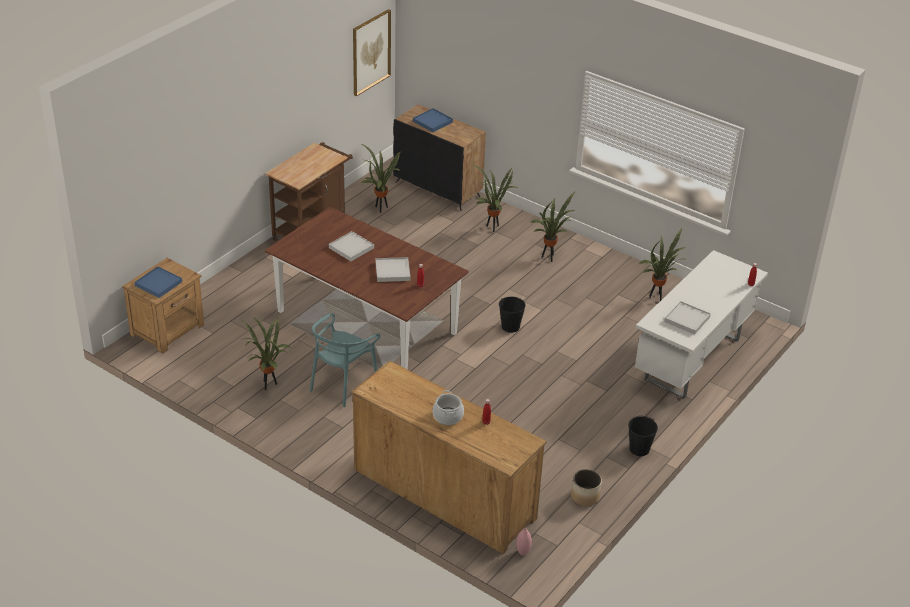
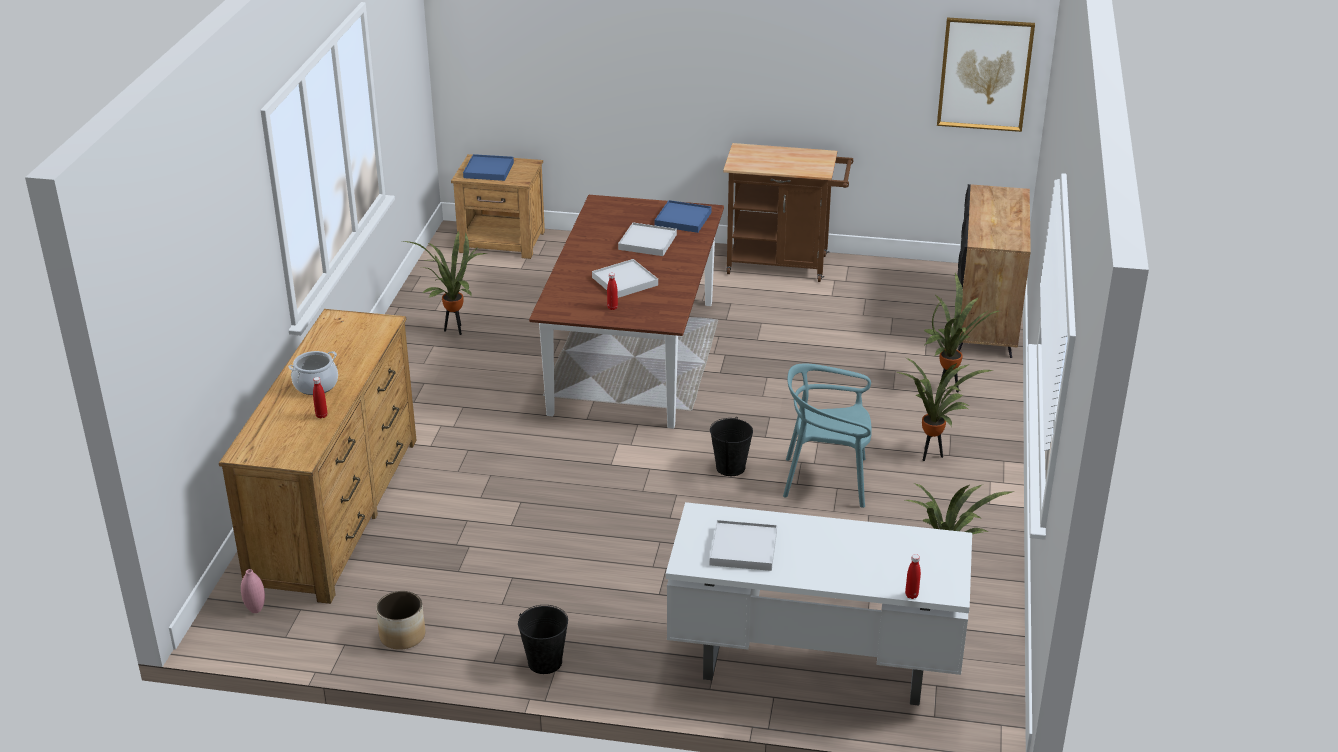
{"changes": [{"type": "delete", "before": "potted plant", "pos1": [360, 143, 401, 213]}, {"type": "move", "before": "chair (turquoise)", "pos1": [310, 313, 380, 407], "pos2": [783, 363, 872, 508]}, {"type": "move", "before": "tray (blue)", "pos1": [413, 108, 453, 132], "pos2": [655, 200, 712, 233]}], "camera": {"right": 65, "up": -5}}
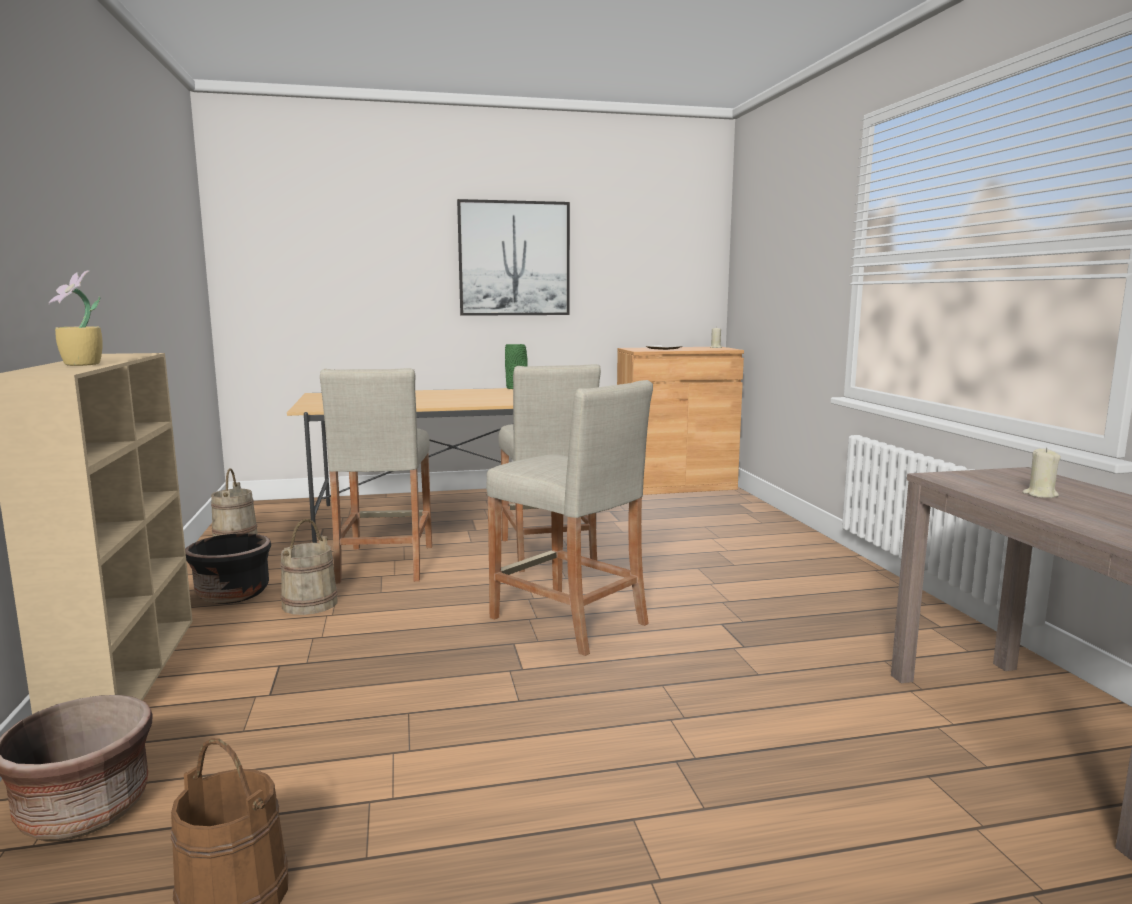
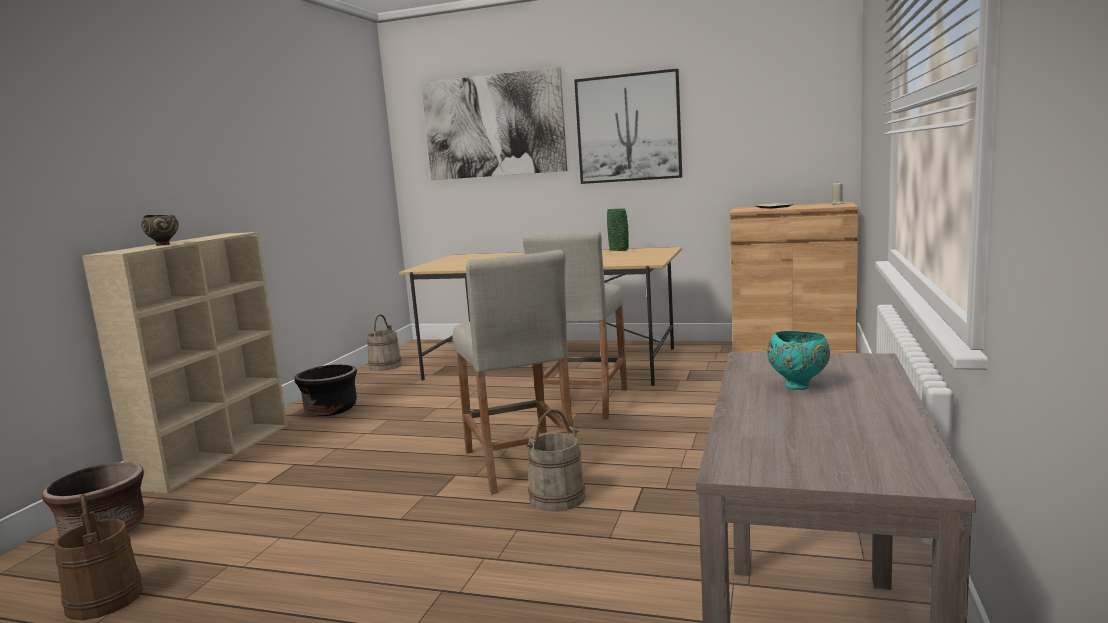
{"changes": [{"type": "delete", "before": "stool (beige)", "pos1": [320, 368, 432, 584]}, {"type": "insert", "after": "picture", "pos2": [421, 67, 567, 180]}, {"type": "move", "before": "bucket (beige)", "pos1": [280, 519, 338, 615], "pos2": [526, 409, 586, 512]}, {"type": "replace", "before": "potted plant", "after": "bowl (brown)", "pos1": [48, 270, 103, 366], "pos2": [141, 215, 179, 246]}, {"type": "replace", "before": "candle (beige)", "after": "bowl (turquoise)", "pos1": [1022, 448, 1061, 498], "pos2": [767, 331, 830, 390]}], "camera": {"right": 30, "up": 0}}
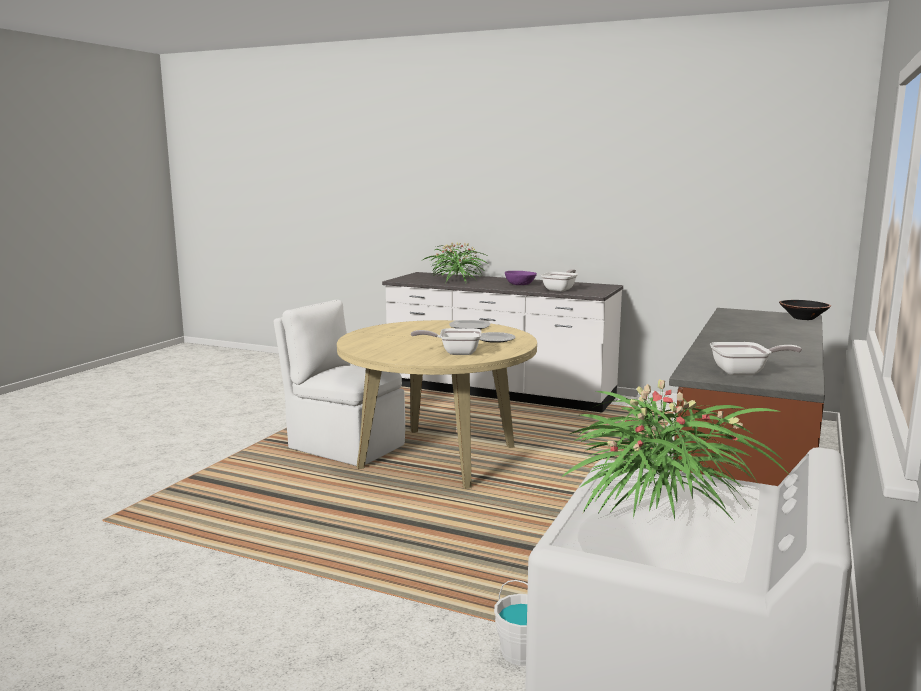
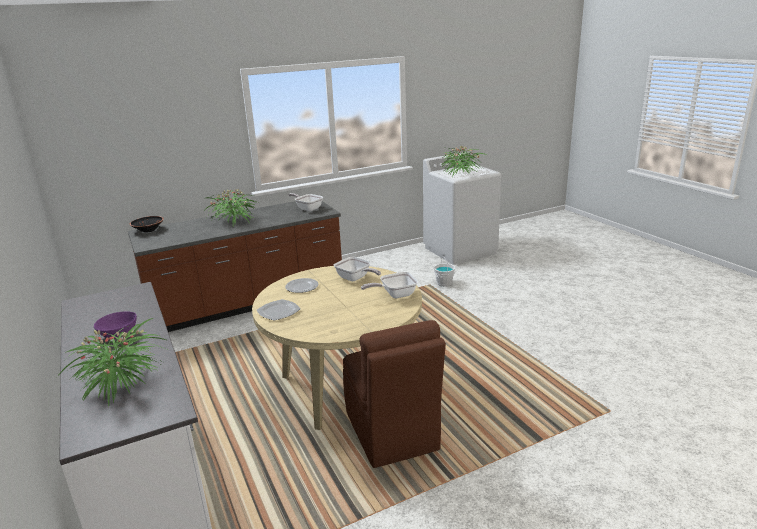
{"changes": [{"type": "insert", "after": "potted plant", "pos2": [203, 189, 258, 225]}, {"type": "move", "before": "frying pan", "pos1": [541, 269, 578, 292], "pos2": [361, 272, 418, 298]}, {"type": "recolor", "before": "chair (white)", "after": "chair (brown)", "pos1": [274, 300, 405, 466], "pos2": [343, 320, 446, 468]}], "camera": {"right": -140, "up": 10}}
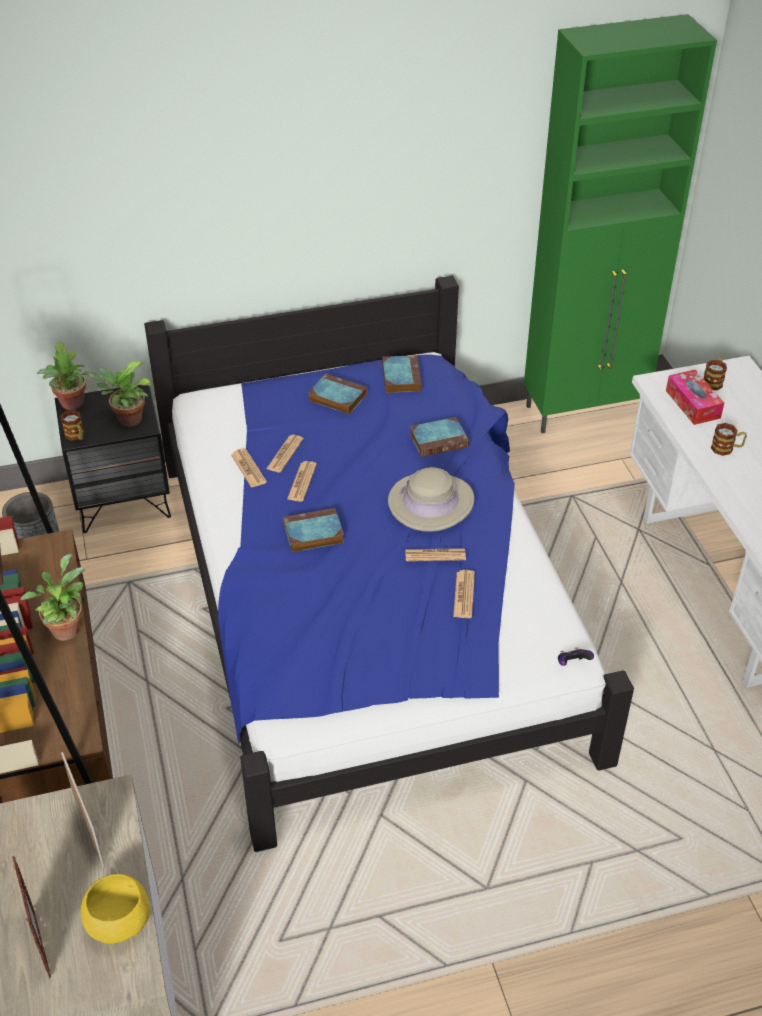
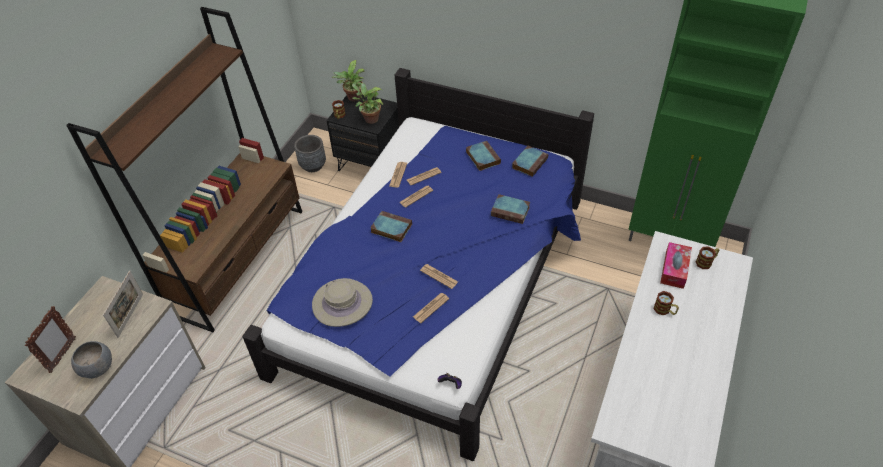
{"changes": [{"type": "delete", "before": "potted plant", "pos1": [21, 554, 85, 641]}, {"type": "move", "before": "hat (beige)", "pos1": [388, 467, 475, 532], "pos2": [312, 278, 373, 327]}, {"type": "recolor", "before": "bowl (yellow)", "after": "bowl (grey)", "pos1": [81, 874, 150, 944], "pos2": [71, 341, 112, 379]}], "camera": {"right": 40, "up": 5}}
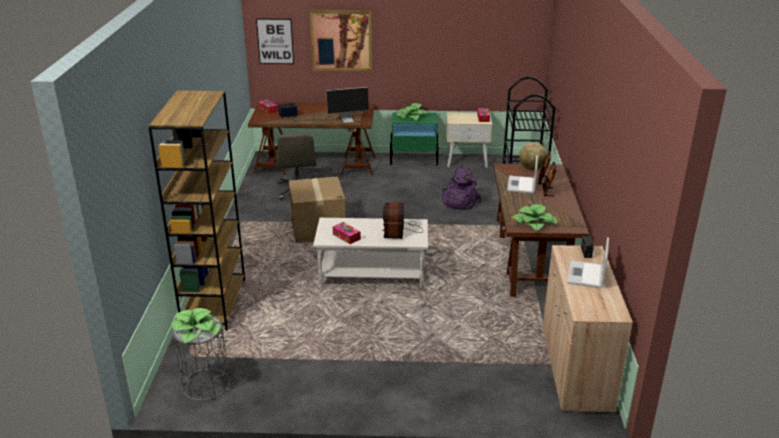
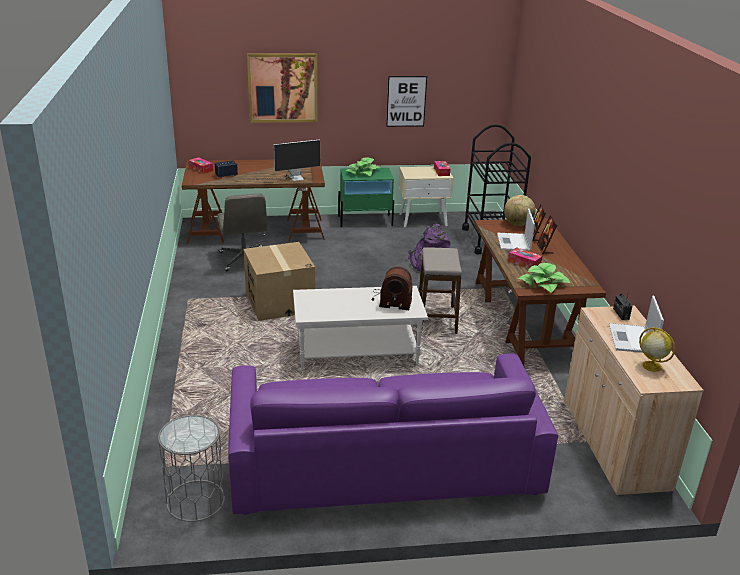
{"changes": [{"type": "delete", "before": "bookcase (brown)", "pos1": [148, 90, 245, 331]}, {"type": "delete", "before": "potted plant", "pos1": [171, 308, 220, 343]}, {"type": "insert", "after": "sofa (purple)", "pos2": [228, 354, 558, 515]}, {"type": "insert", "after": "stool", "pos2": [419, 247, 462, 334]}, {"type": "insert", "after": "globe", "pos2": [639, 327, 675, 372]}, {"type": "move", "before": "picture", "pos1": [256, 18, 294, 64], "pos2": [386, 76, 427, 127]}, {"type": "move", "before": "tissue box", "pos1": [333, 222, 361, 244], "pos2": [508, 247, 542, 268]}, {"type": "rotate", "before": "radio", "pos1": [382, 202, 423, 239], "pos2": [372, 267, 413, 310], "turn": -75}], "camera": {"right": -10, "up": 0}}
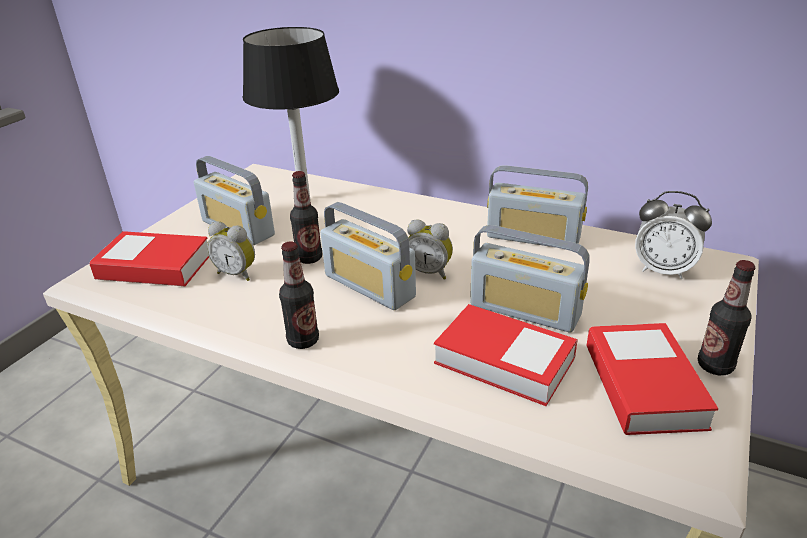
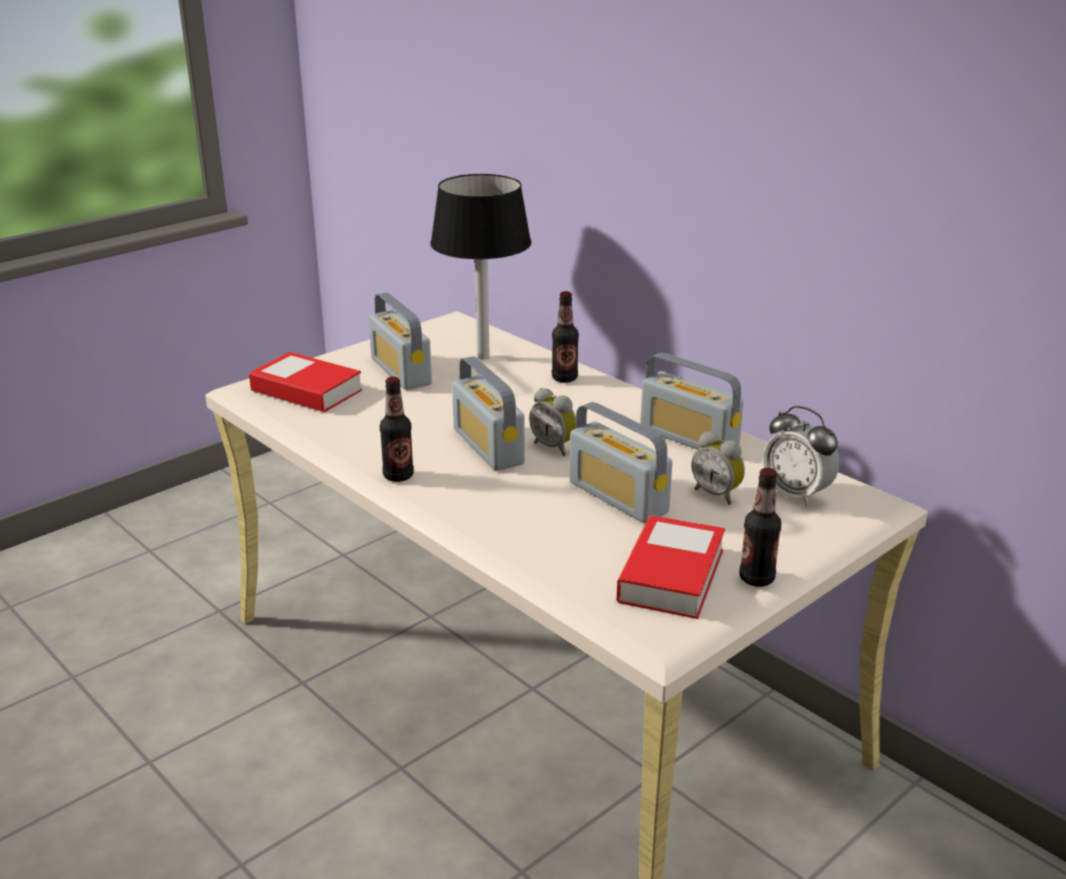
{"changes": [{"type": "delete", "before": "book", "pos1": [434, 304, 578, 406]}, {"type": "move", "before": "alarm clock", "pos1": [207, 221, 255, 281], "pos2": [692, 431, 745, 505]}, {"type": "move", "before": "bottle", "pos1": [290, 171, 322, 264], "pos2": [552, 291, 579, 383]}], "camera": {"right": 20, "up": -5}}
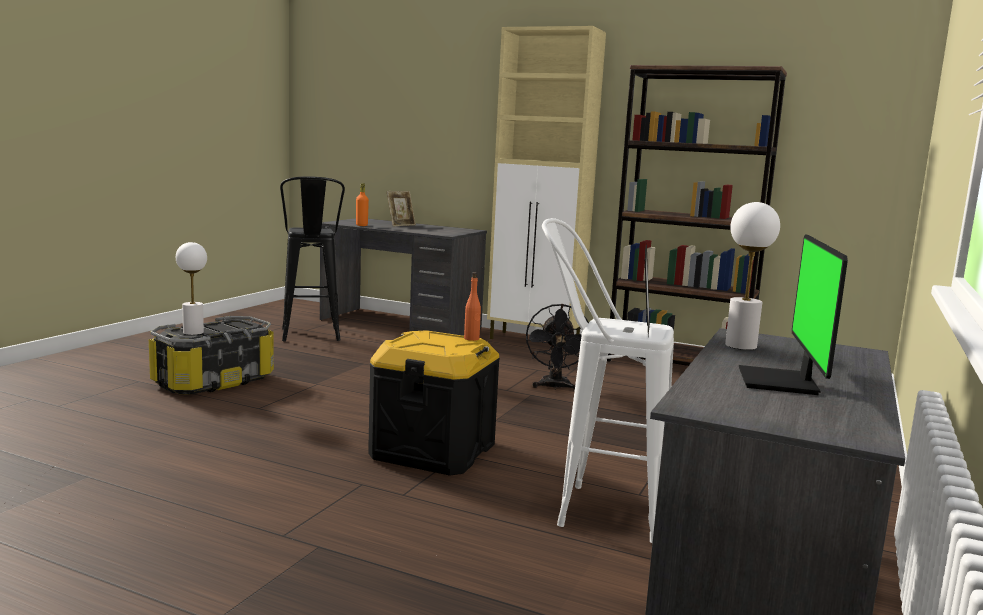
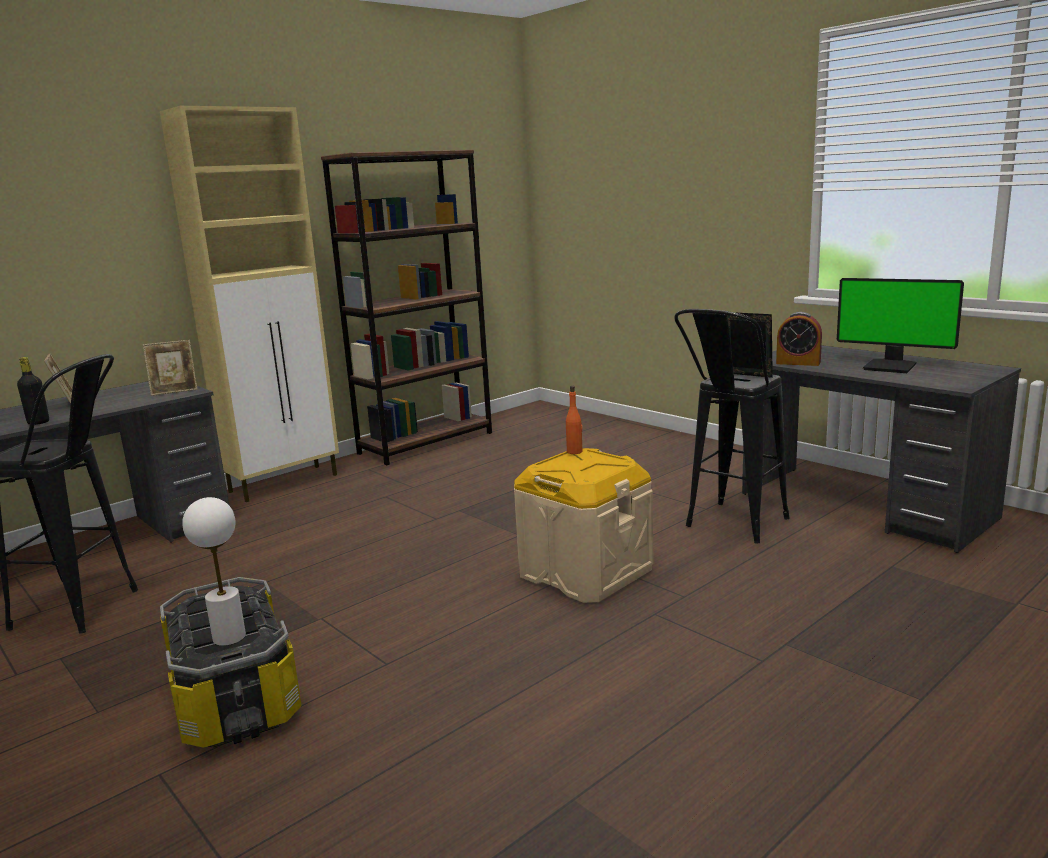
{"changes": [{"type": "delete", "before": "fan (black)", "pos1": [526, 304, 589, 391]}, {"type": "insert", "after": "picture frame", "pos2": [143, 340, 198, 396]}, {"type": "replace", "before": "table lamp (white)", "after": "alarm clock", "pos1": [725, 202, 780, 350], "pos2": [776, 312, 822, 366]}, {"type": "recolor", "before": "bottle (orange)", "after": "bottle (black)", "pos1": [356, 183, 369, 226], "pos2": [17, 357, 49, 425]}, {"type": "recolor", "before": "storage box (black)", "after": "storage box (beige)", "pos1": [368, 330, 500, 476], "pos2": [514, 448, 653, 603]}, {"type": "recolor", "before": "stool (white)", "after": "stool (black)", "pos1": [542, 218, 674, 543], "pos2": [674, 309, 789, 544]}], "camera": {"right": -65, "up": 5}}
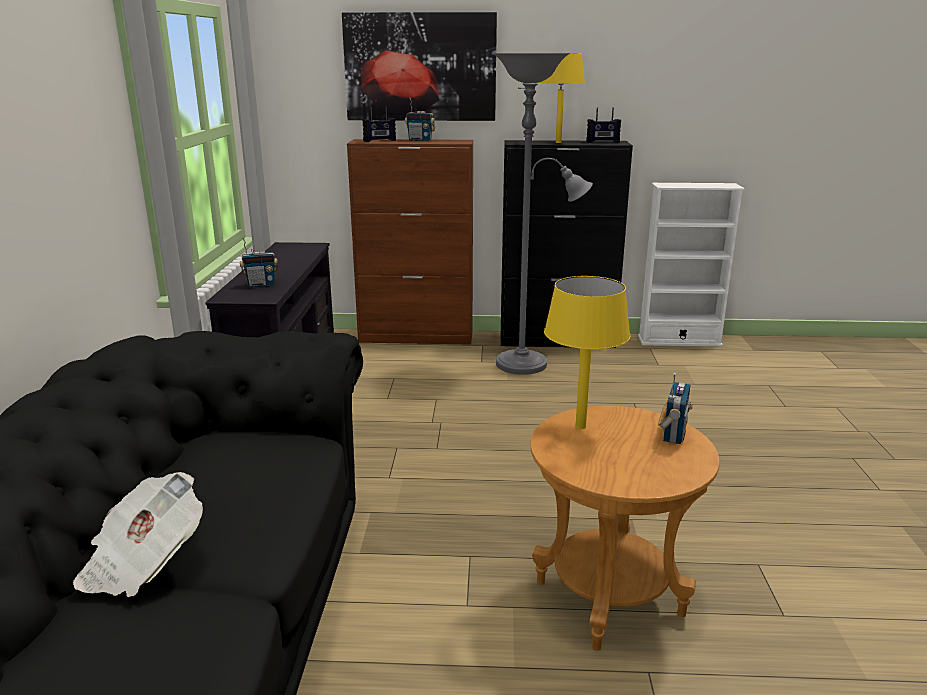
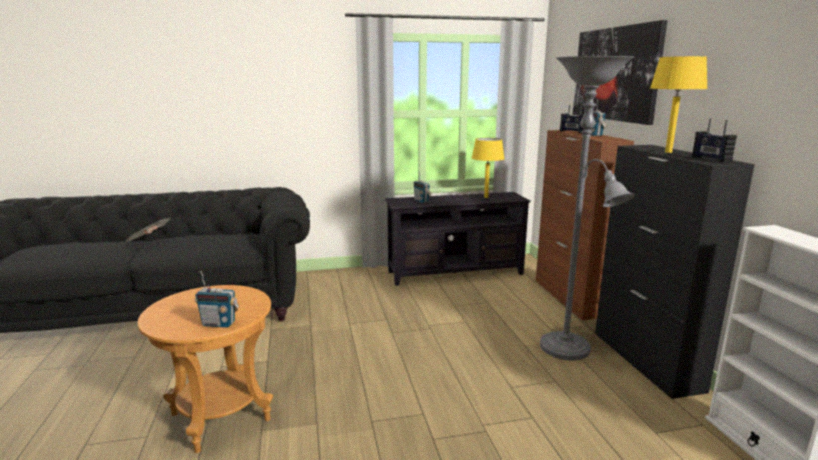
{"changes": [{"type": "move", "before": "table lamp (yellow)", "pos1": [544, 276, 631, 429], "pos2": [472, 138, 505, 198]}], "camera": {"right": 75, "up": -5}}
